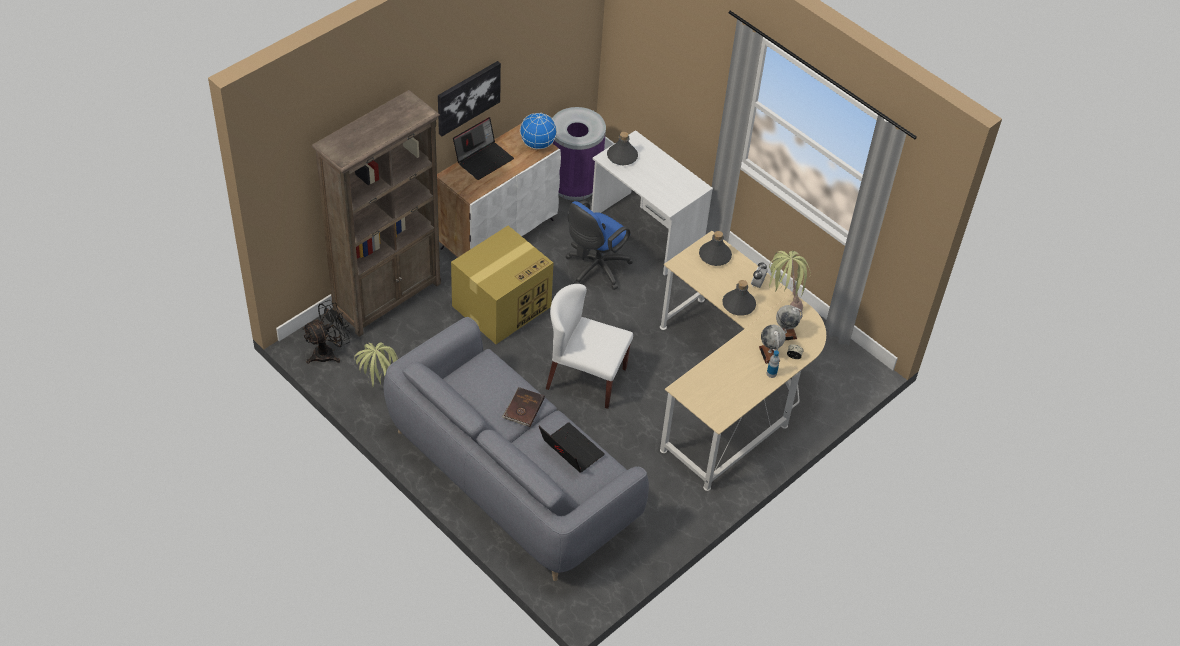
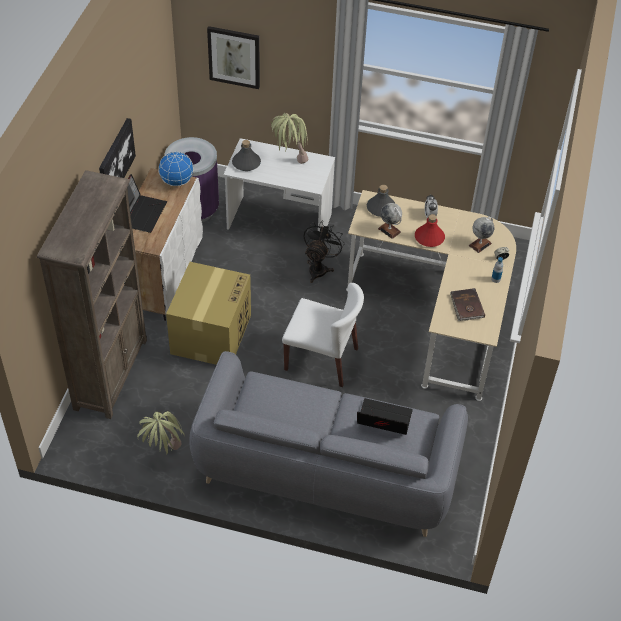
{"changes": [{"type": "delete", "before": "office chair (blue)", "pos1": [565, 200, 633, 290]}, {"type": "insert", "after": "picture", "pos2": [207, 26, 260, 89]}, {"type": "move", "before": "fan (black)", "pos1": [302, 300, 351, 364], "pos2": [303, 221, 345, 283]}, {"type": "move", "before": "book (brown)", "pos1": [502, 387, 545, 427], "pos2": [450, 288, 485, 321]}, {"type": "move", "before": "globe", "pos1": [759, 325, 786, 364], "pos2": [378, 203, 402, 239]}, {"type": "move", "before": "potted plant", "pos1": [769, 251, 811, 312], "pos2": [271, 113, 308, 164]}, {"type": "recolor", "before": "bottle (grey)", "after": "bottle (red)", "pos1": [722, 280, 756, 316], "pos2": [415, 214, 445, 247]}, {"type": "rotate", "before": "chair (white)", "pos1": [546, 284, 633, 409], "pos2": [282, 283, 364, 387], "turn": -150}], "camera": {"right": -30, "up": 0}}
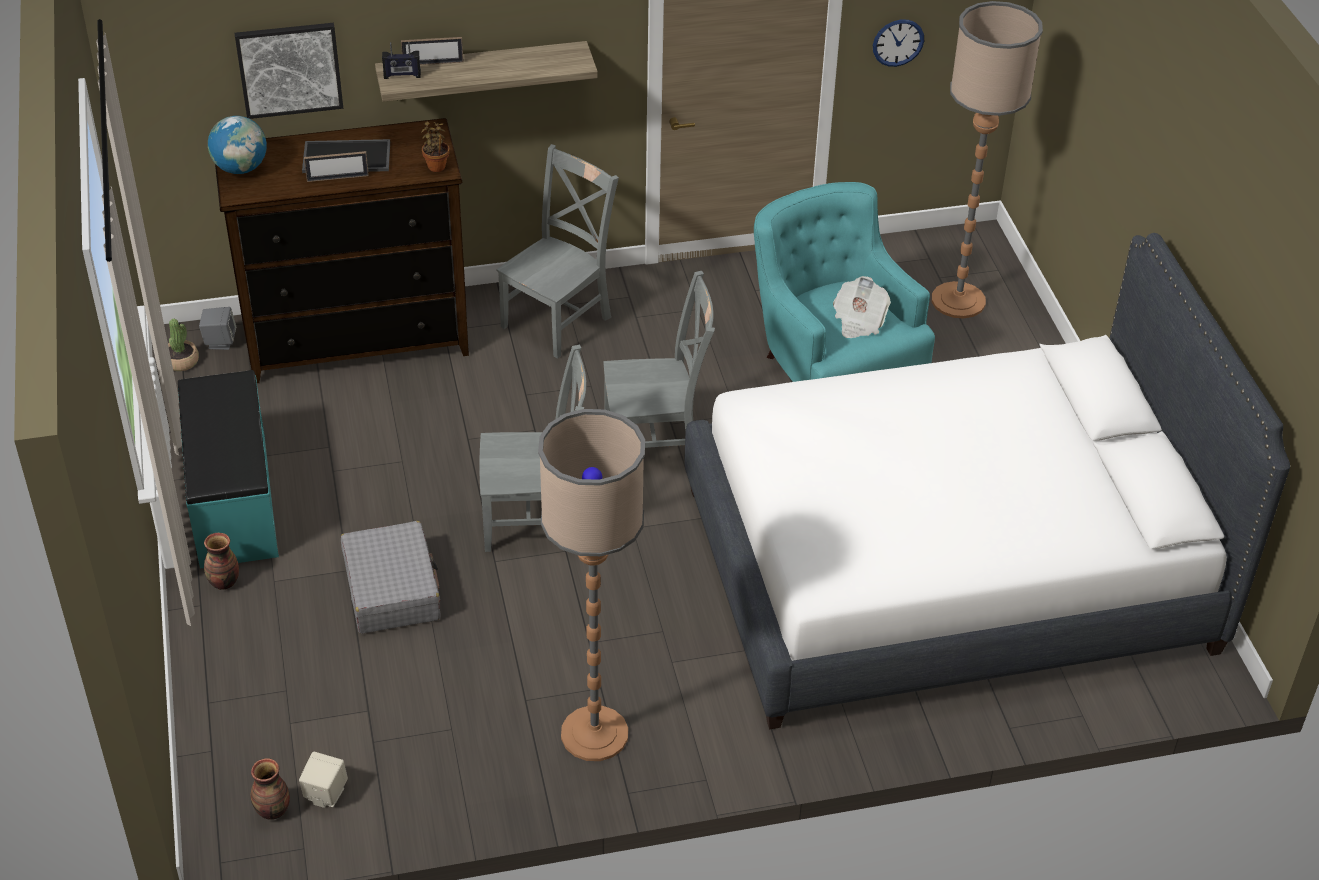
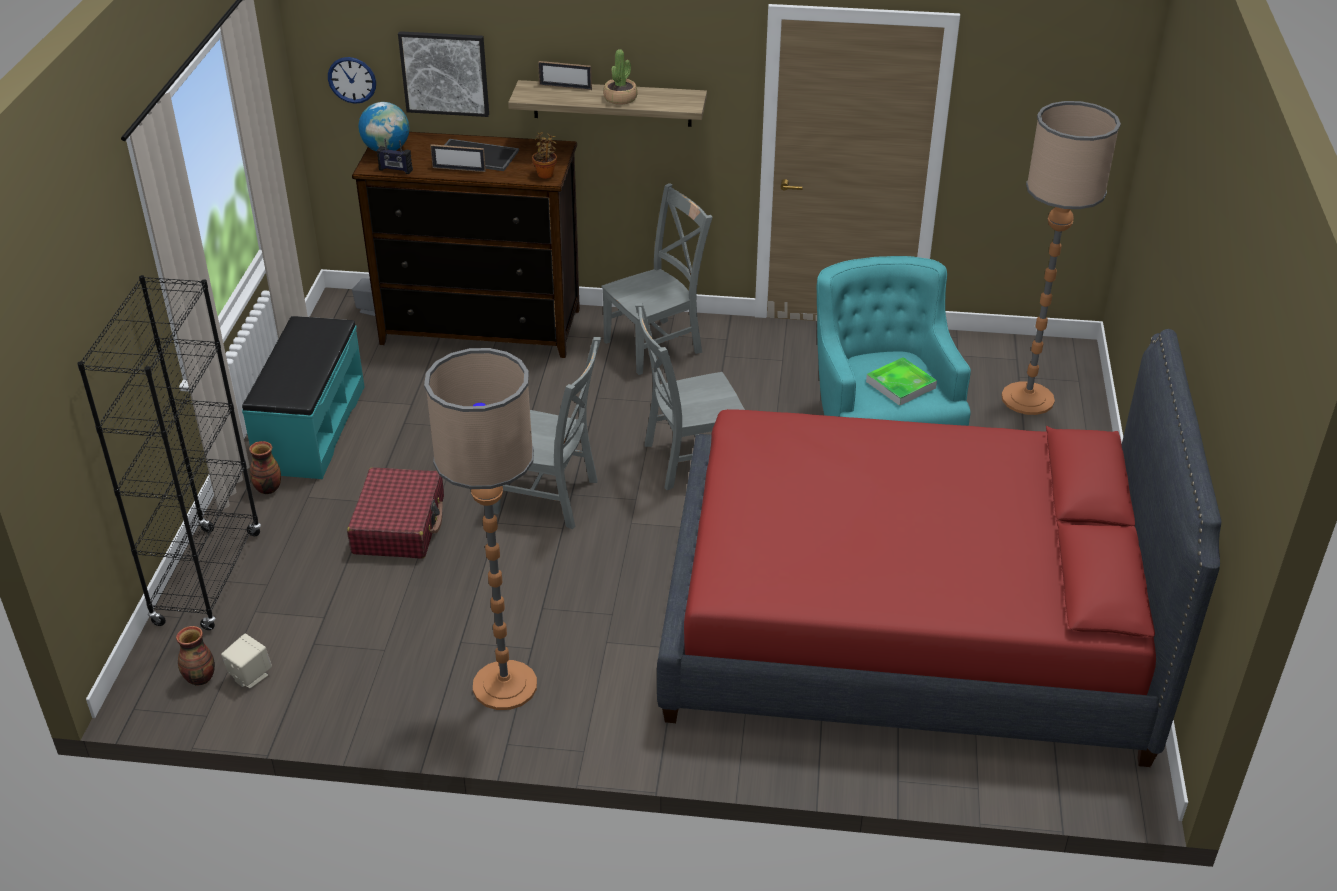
{"changes": [{"type": "insert", "after": "bookcase (black)", "pos2": [77, 275, 261, 630]}, {"type": "move", "before": "potted plant", "pos1": [168, 319, 199, 371], "pos2": [603, 49, 638, 105]}, {"type": "move", "before": "radio", "pos1": [382, 42, 421, 79], "pos2": [377, 138, 413, 174]}, {"type": "move", "before": "wall clock", "pos1": [873, 19, 924, 67], "pos2": [328, 57, 376, 104]}, {"type": "replace", "before": "newspaper", "after": "tray", "pos1": [833, 276, 891, 338], "pos2": [866, 357, 937, 406]}, {"type": "recolor", "before": "suitcase (grey)", "after": "suitcase (red)", "pos1": [341, 521, 440, 634], "pos2": [347, 467, 444, 559]}, {"type": "recolor", "before": "bed (white)", "after": "bed (red)", "pos1": [685, 233, 1290, 729], "pos2": [657, 329, 1222, 767]}, {"type": "rotate", "before": "chair (grey)", "pos1": [603, 271, 715, 448], "pos2": [635, 303, 745, 490], "turn": 150}], "camera": {"right": 20, "up": -5}}
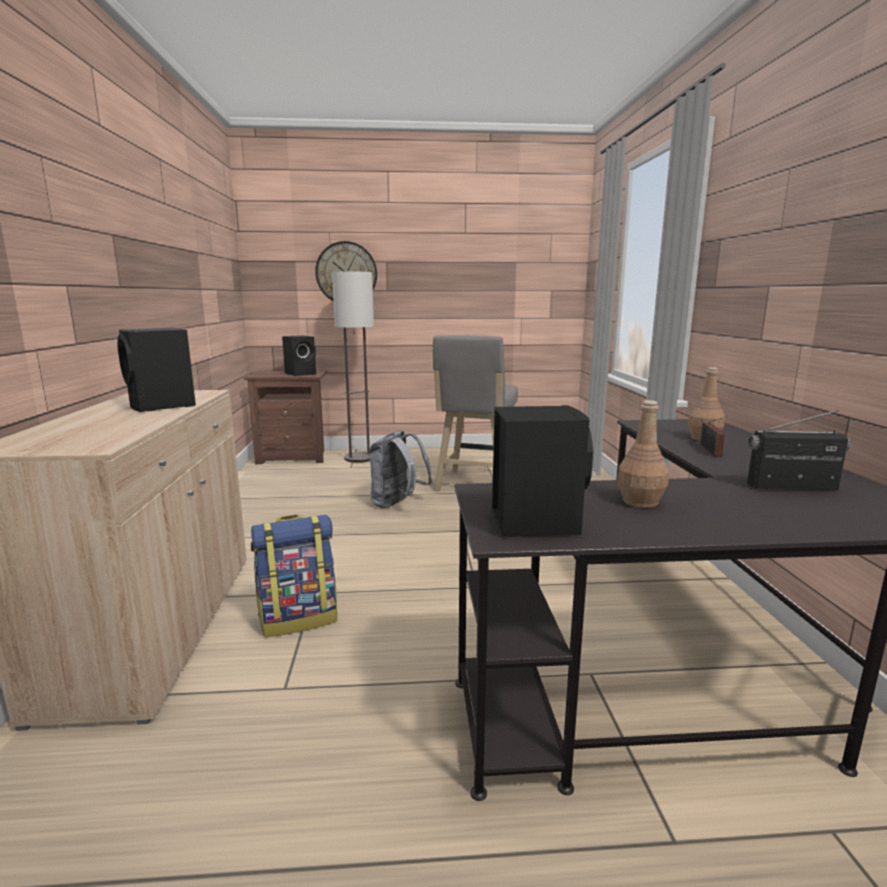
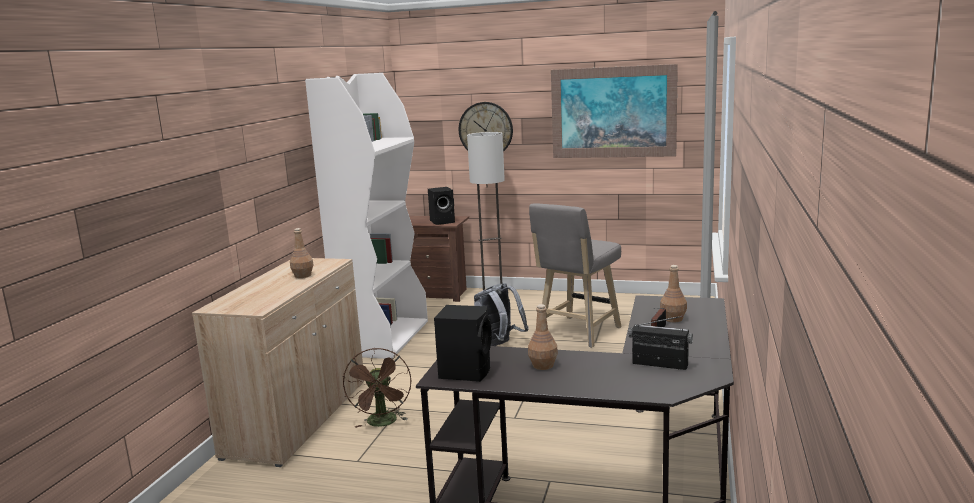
{"changes": [{"type": "insert", "after": "bookcase (white)", "pos2": [305, 73, 428, 359]}, {"type": "insert", "after": "picture", "pos2": [551, 64, 678, 158]}, {"type": "replace", "before": "speaker (black)", "after": "bottle (brown)", "pos1": [117, 328, 196, 412], "pos2": [290, 228, 313, 278]}, {"type": "replace", "before": "backpack", "after": "fan (brown)", "pos1": [251, 515, 337, 638], "pos2": [343, 348, 411, 428]}], "camera": {"right": 20, "up": 0}}
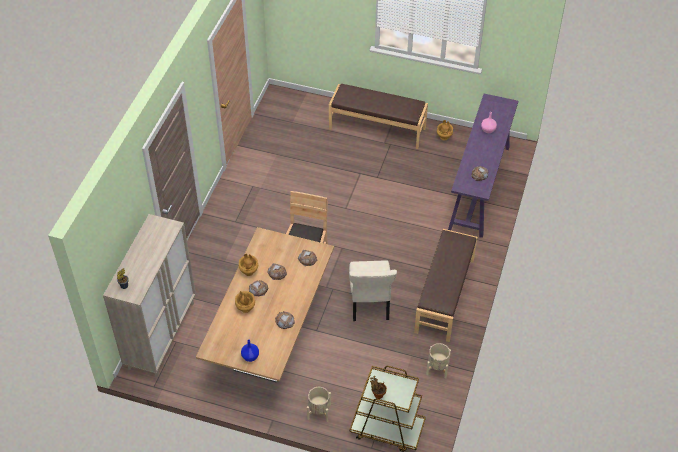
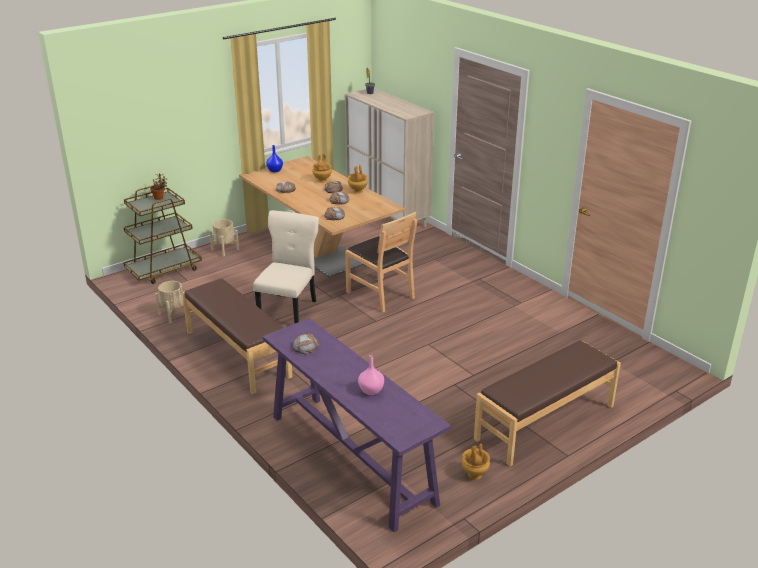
{"changes": [{"type": "rotate", "before": "chair (beige)", "pos1": [349, 260, 397, 321], "pos2": [253, 210, 319, 324], "turn": 75}], "camera": {"right": 125, "up": -20}}
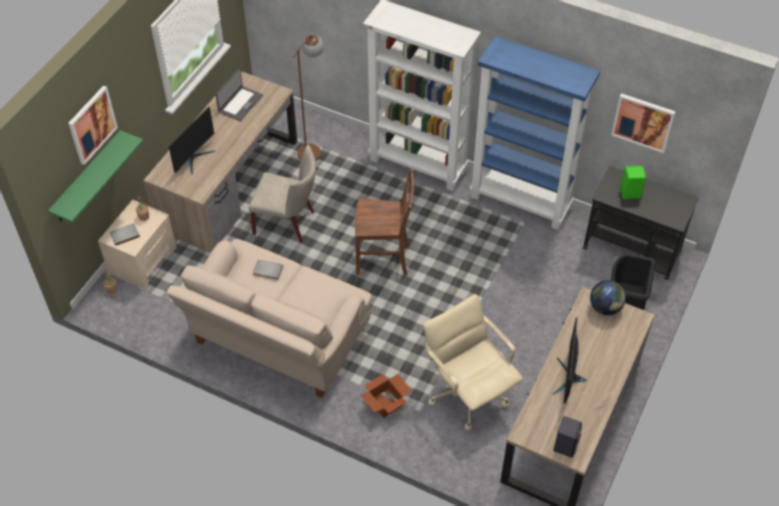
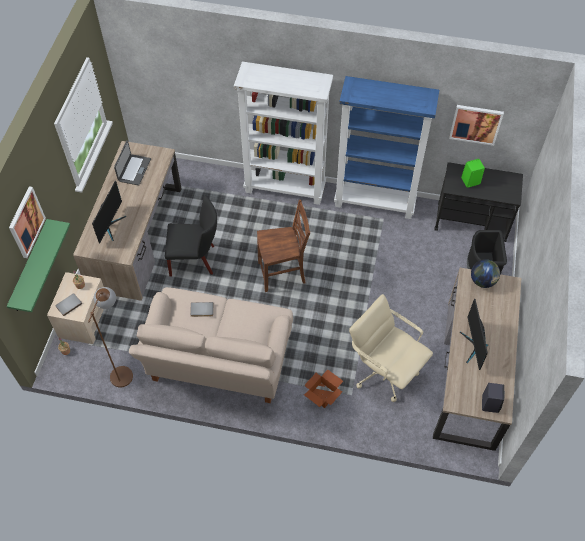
{"changes": [{"type": "move", "before": "floor lamp (brown)", "pos1": [293, 34, 324, 161], "pos2": [88, 287, 133, 387]}, {"type": "recolor", "before": "chair (beige)", "after": "chair (black)", "pos1": [249, 145, 316, 243], "pos2": [165, 195, 217, 276]}], "camera": {"right": -15, "up": 5}}
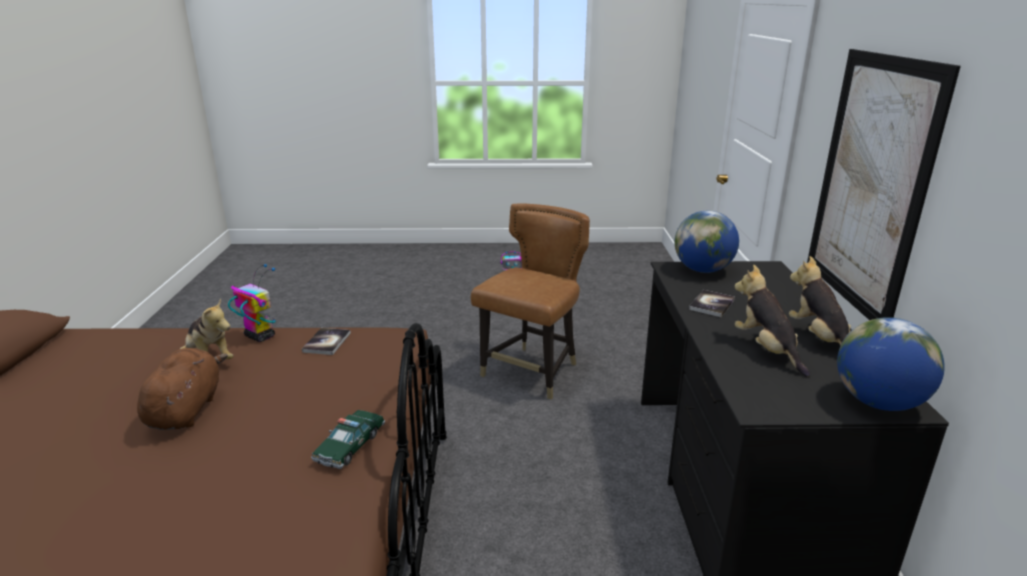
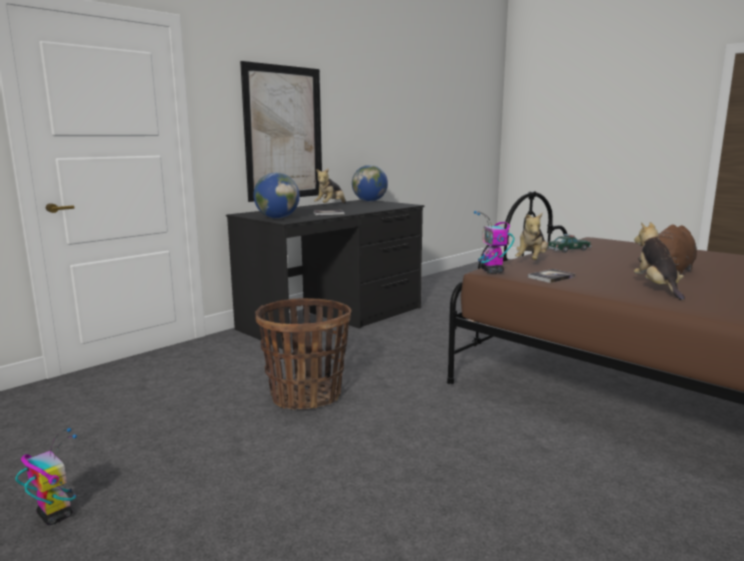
{"changes": [{"type": "move", "before": "toy robot", "pos1": [228, 264, 276, 342], "pos2": [474, 211, 514, 273]}, {"type": "move", "before": "plush toy", "pos1": [734, 265, 810, 377], "pos2": [515, 212, 548, 260]}, {"type": "replace", "before": "chair (brown)", "after": "basket", "pos1": [471, 203, 590, 400], "pos2": [255, 298, 351, 410]}], "camera": {"right": -135, "up": -10}}
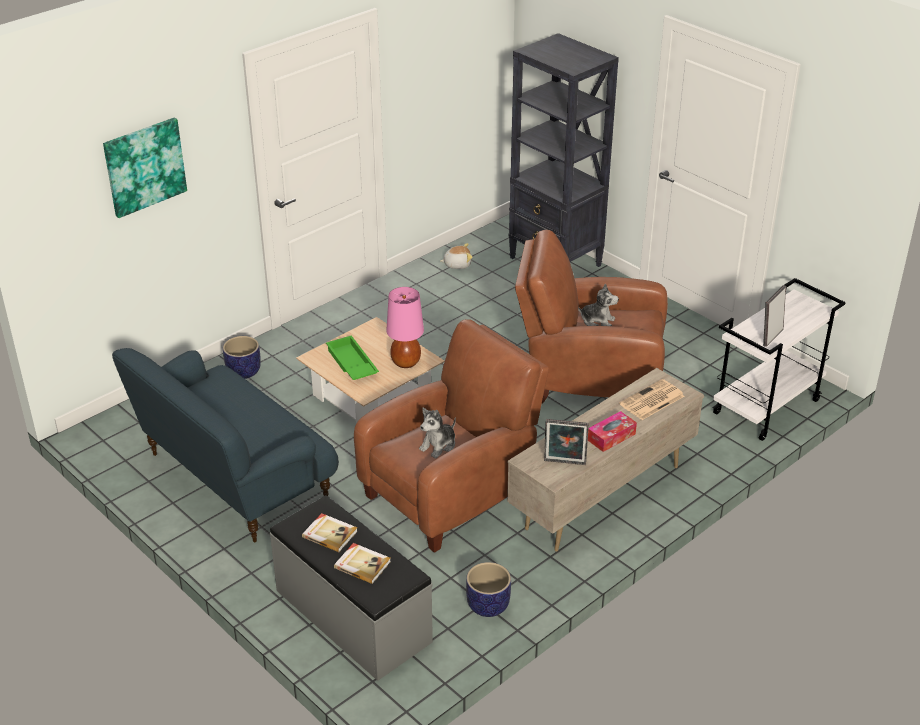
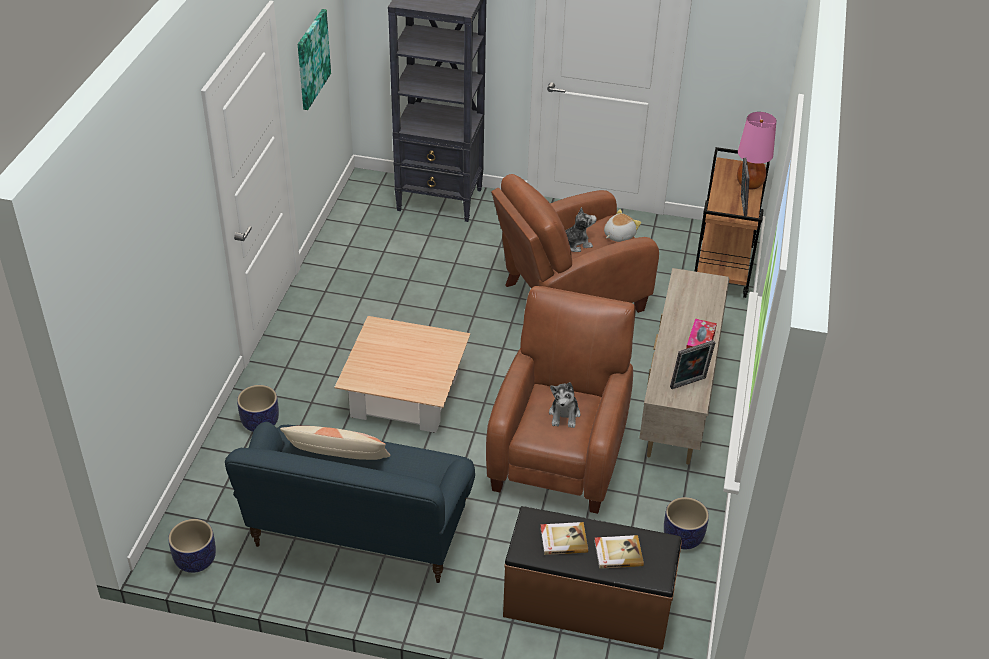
{"changes": [{"type": "delete", "before": "tray (green)", "pos1": [326, 335, 379, 380]}, {"type": "delete", "before": "newspaper", "pos1": [619, 379, 684, 420]}, {"type": "insert", "after": "planter", "pos2": [168, 519, 216, 573]}, {"type": "insert", "after": "pillow", "pos2": [280, 426, 391, 460]}, {"type": "move", "before": "picture", "pos1": [103, 118, 187, 218], "pos2": [298, 9, 331, 110]}, {"type": "move", "before": "table lamp (pink)", "pos1": [386, 287, 424, 368], "pos2": [737, 112, 777, 190]}, {"type": "move", "before": "plush toy", "pos1": [440, 243, 473, 269], "pos2": [604, 209, 641, 242]}, {"type": "recolor", "before": "bench (grey)", "after": "bench (brown)", "pos1": [270, 495, 433, 681], "pos2": [503, 506, 682, 650]}, {"type": "recolor", "before": "cart (white)", "after": "cart (brown)", "pos1": [712, 278, 846, 441], "pos2": [695, 147, 770, 298]}], "camera": {"right": -35, "up": 5}}
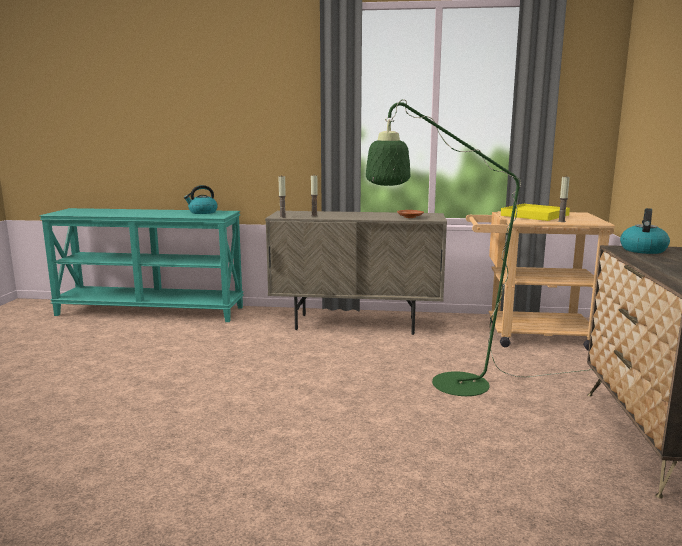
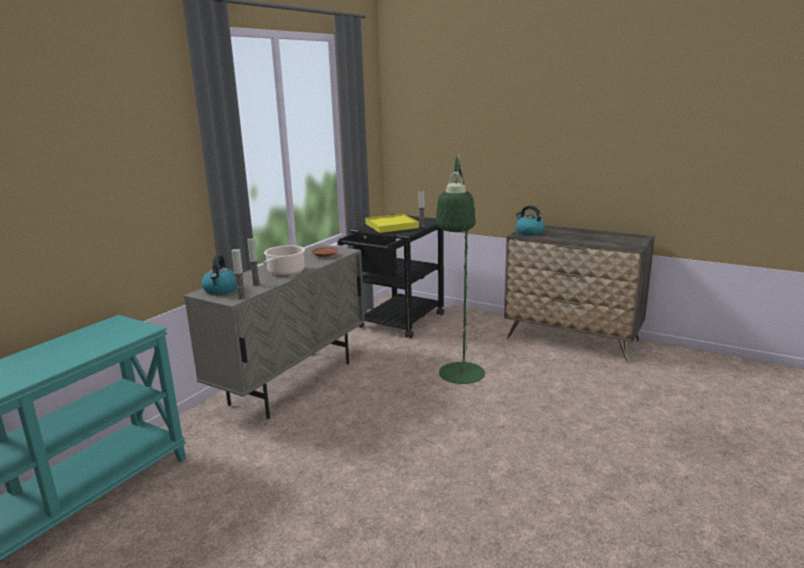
{"changes": [{"type": "insert", "after": "cooking pot", "pos2": [263, 245, 305, 276]}, {"type": "move", "before": "kettle", "pos1": [184, 185, 218, 214], "pos2": [201, 255, 237, 295]}, {"type": "recolor", "before": "cart (beige)", "after": "cart (black)", "pos1": [466, 211, 615, 350], "pos2": [337, 214, 444, 339]}], "camera": {"right": -65, "up": 5}}
